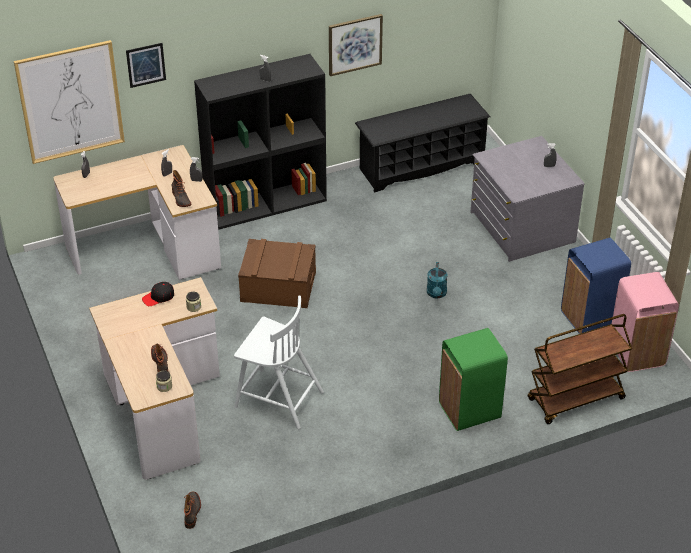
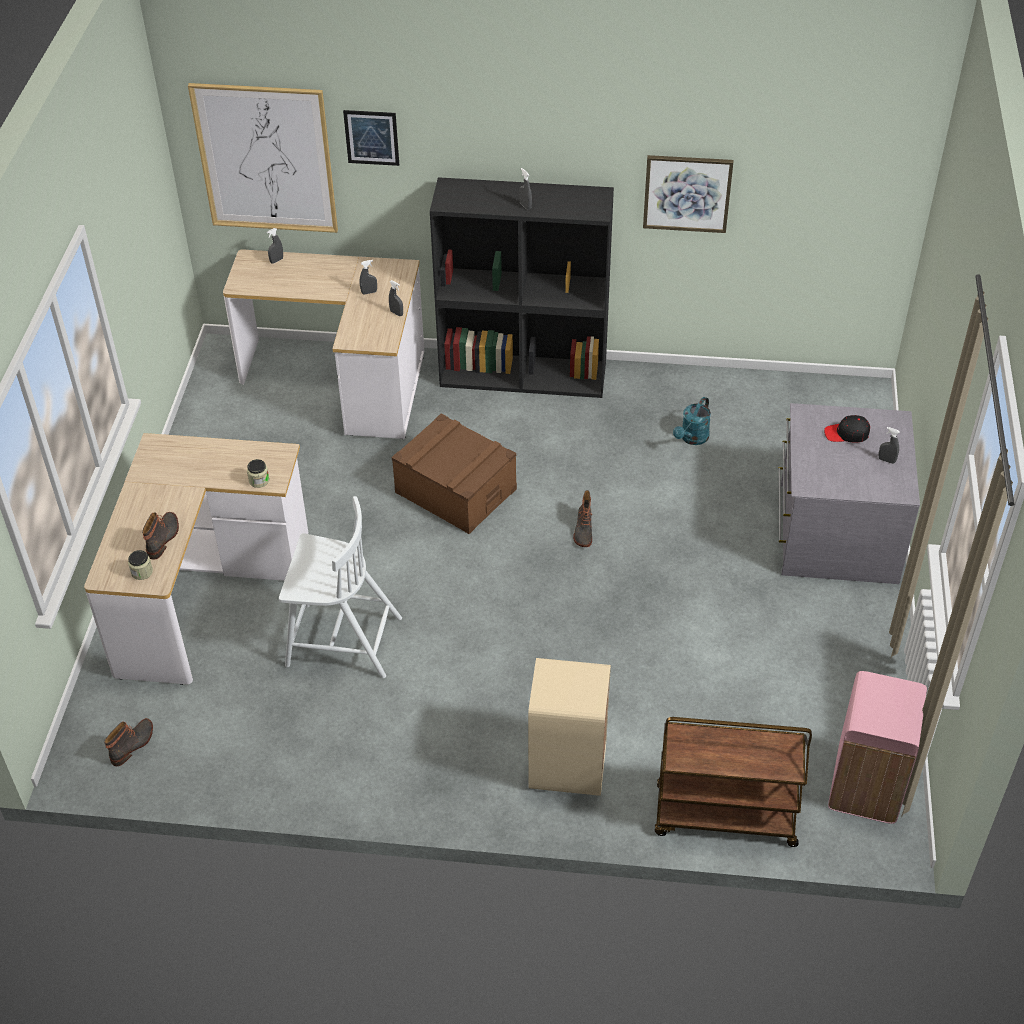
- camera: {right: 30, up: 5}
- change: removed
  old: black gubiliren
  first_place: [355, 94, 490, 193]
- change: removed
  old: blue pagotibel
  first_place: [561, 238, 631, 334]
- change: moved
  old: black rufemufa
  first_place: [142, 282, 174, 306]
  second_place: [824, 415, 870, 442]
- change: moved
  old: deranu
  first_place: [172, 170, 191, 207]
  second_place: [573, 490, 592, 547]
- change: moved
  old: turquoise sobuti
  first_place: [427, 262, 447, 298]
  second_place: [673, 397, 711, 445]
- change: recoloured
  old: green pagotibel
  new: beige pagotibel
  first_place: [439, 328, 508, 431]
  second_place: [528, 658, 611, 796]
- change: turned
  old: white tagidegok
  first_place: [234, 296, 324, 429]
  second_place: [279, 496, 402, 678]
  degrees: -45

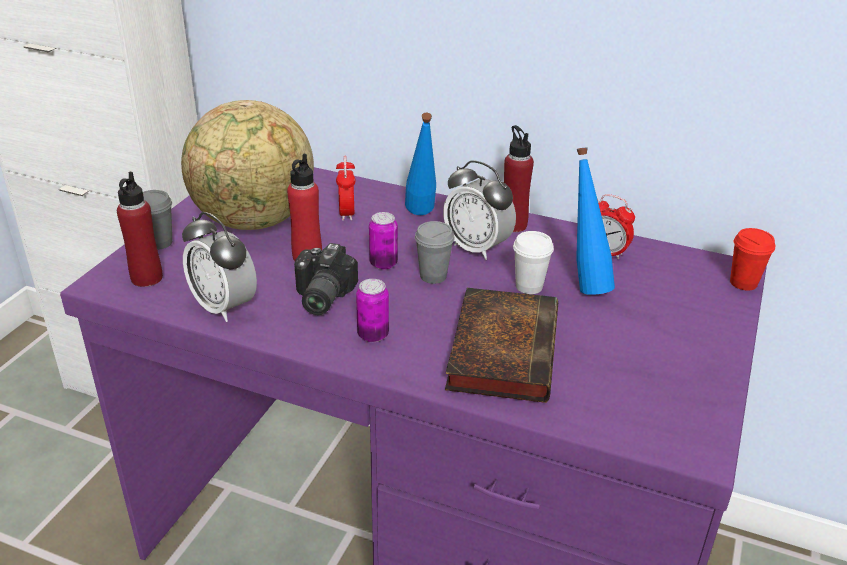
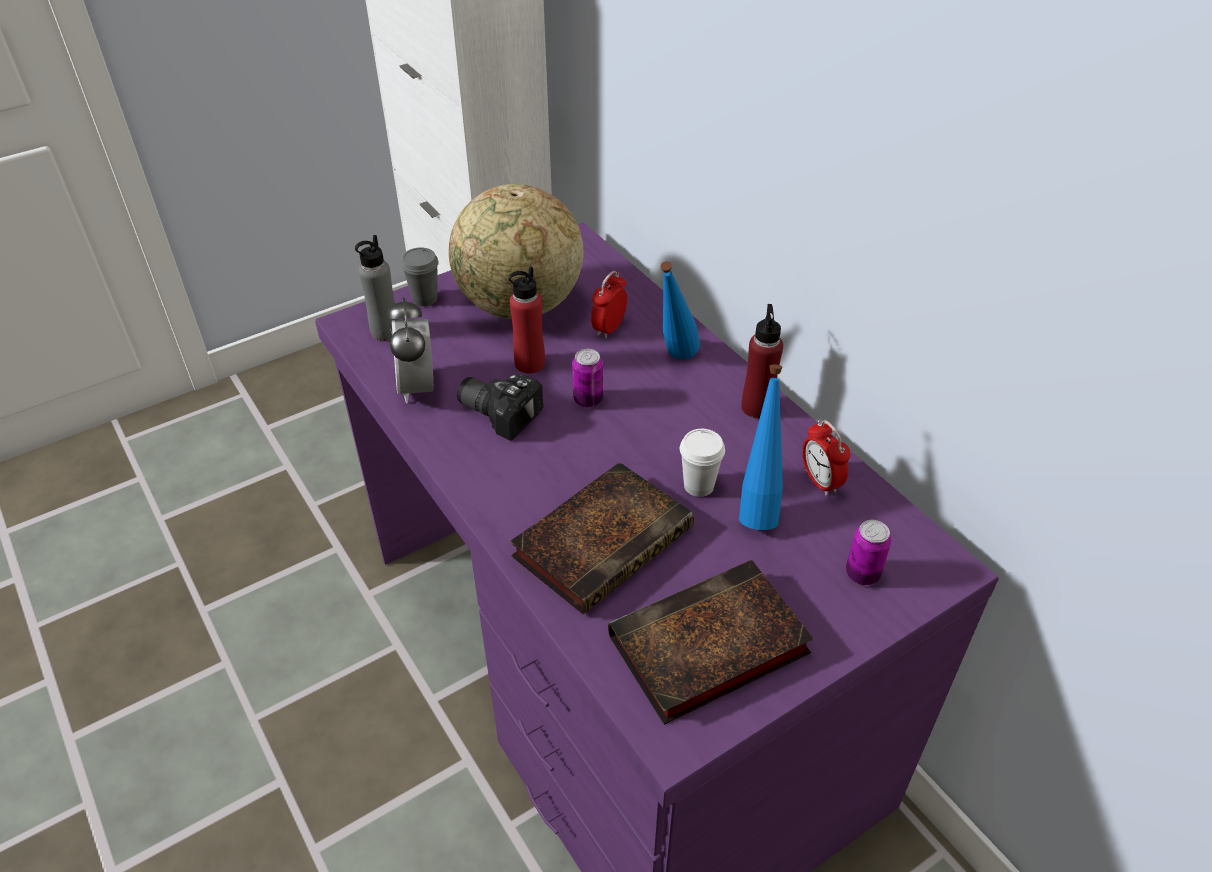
- camera: {right: 35, up: 10}
- change: removed
  old: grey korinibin
  first_place: [415, 221, 455, 284]
- change: removed
  old: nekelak
  first_place: [443, 160, 516, 260]
- change: removed
  old: red korinibin
  first_place: [730, 228, 775, 291]
- change: added
  new: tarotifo
  second_place: [608, 560, 814, 725]
- change: moved
  old: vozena
  first_place: [356, 279, 389, 342]
  second_place: [846, 520, 891, 585]
- change: recoloured
  old: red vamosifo
  new: grey vamosifo
  first_place: [117, 172, 163, 287]
  second_place: [355, 235, 399, 341]
- change: turned
  old: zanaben
  first_place: [294, 243, 358, 315]
  second_place: [457, 375, 543, 441]
  degrees: 75

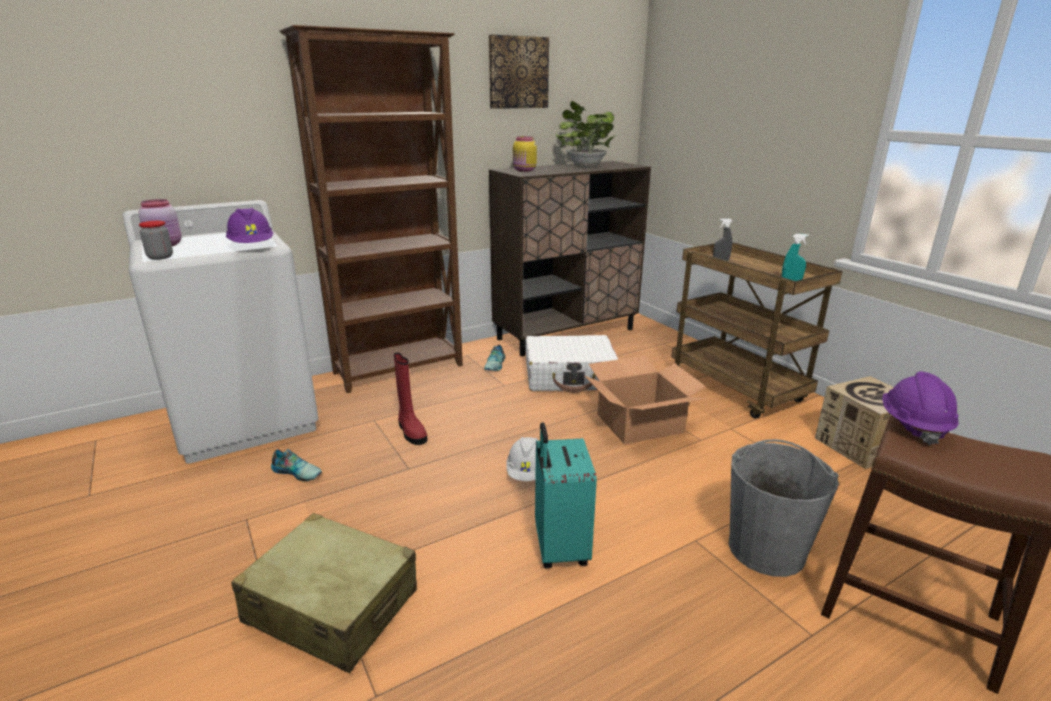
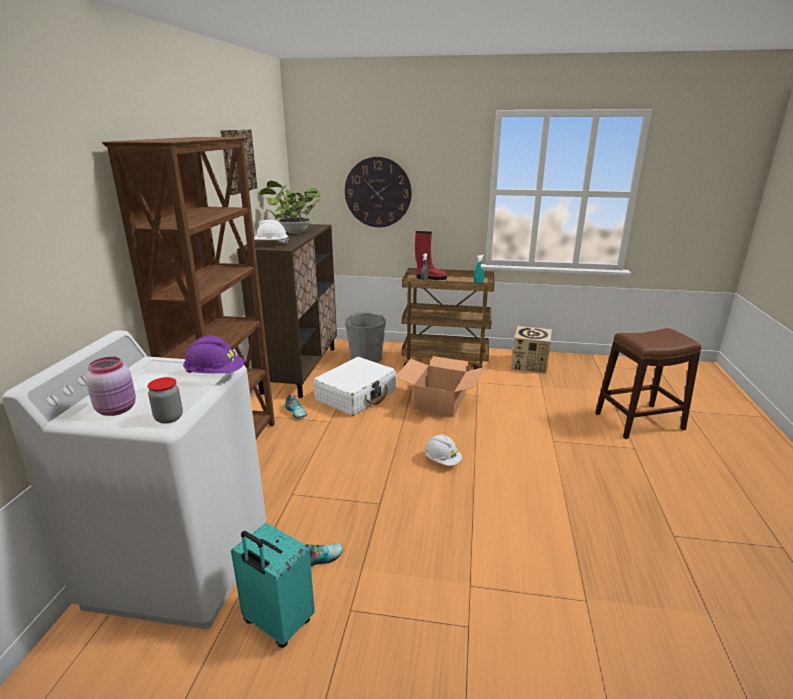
- camera: {right: -50, up: 0}
- change: removed
  old: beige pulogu
  first_place: [231, 513, 417, 673]
- change: removed
  old: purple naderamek
  first_place: [882, 371, 959, 445]
- change: added
  new: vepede
  second_place: [345, 157, 412, 227]
- change: moved
  old: red deranu
  first_place: [394, 353, 427, 445]
  second_place: [415, 231, 447, 280]
- change: moved
  old: turquoise pulogu
  first_place: [535, 422, 597, 568]
  second_place: [231, 523, 315, 648]
- change: moved
  old: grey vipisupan
  first_place: [729, 439, 839, 577]
  second_place: [345, 312, 386, 363]
- change: replaced
  old: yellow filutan
  new: white naderamek
  first_place: [513, 136, 537, 172]
  second_place: [254, 220, 289, 244]

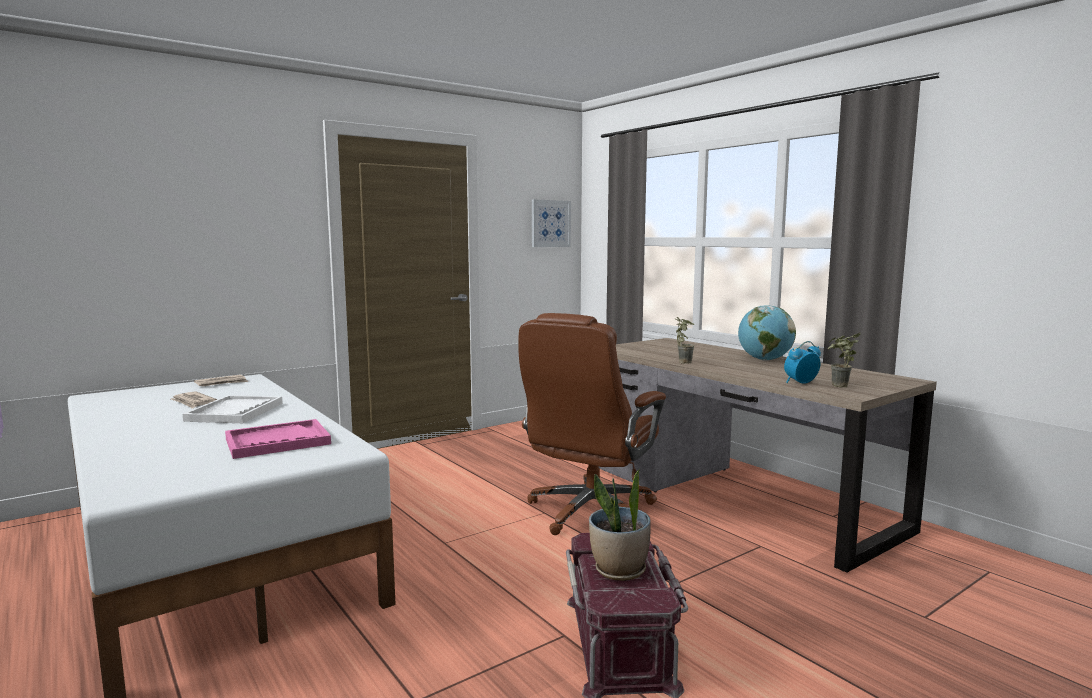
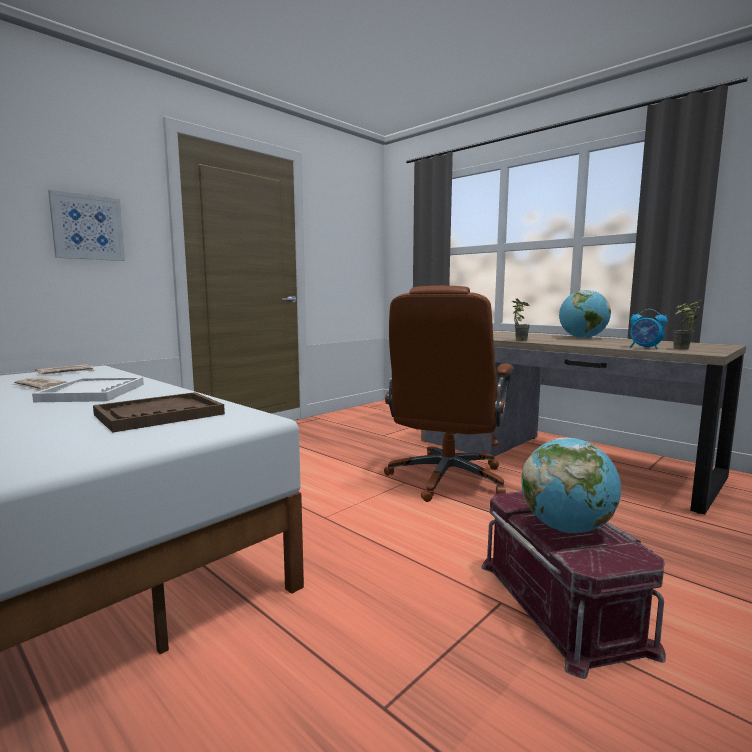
- camera: {right: -10, up: 0}
- change: moved
  old: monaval
  first_place: [532, 199, 571, 247]
  second_place: [48, 190, 125, 261]
- change: replaced
  old: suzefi
  new: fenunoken
  first_place: [589, 469, 651, 581]
  second_place: [521, 437, 621, 533]
- change: recoloured
  old: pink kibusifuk
  new: brown kibusifuk
  first_place: [225, 419, 331, 459]
  second_place: [93, 392, 225, 432]
- change: turned
  old: nekelak
  first_place: [784, 341, 821, 384]
  second_place: [630, 309, 668, 349]
  degrees: -105

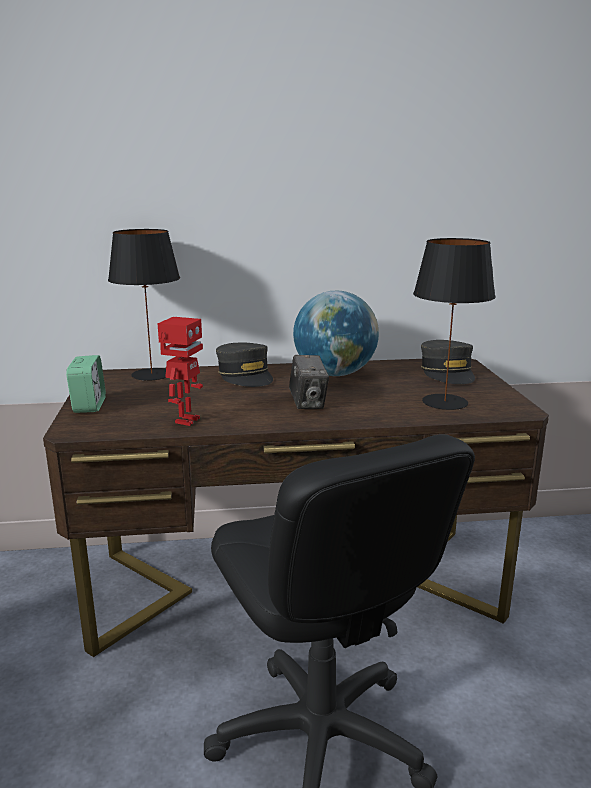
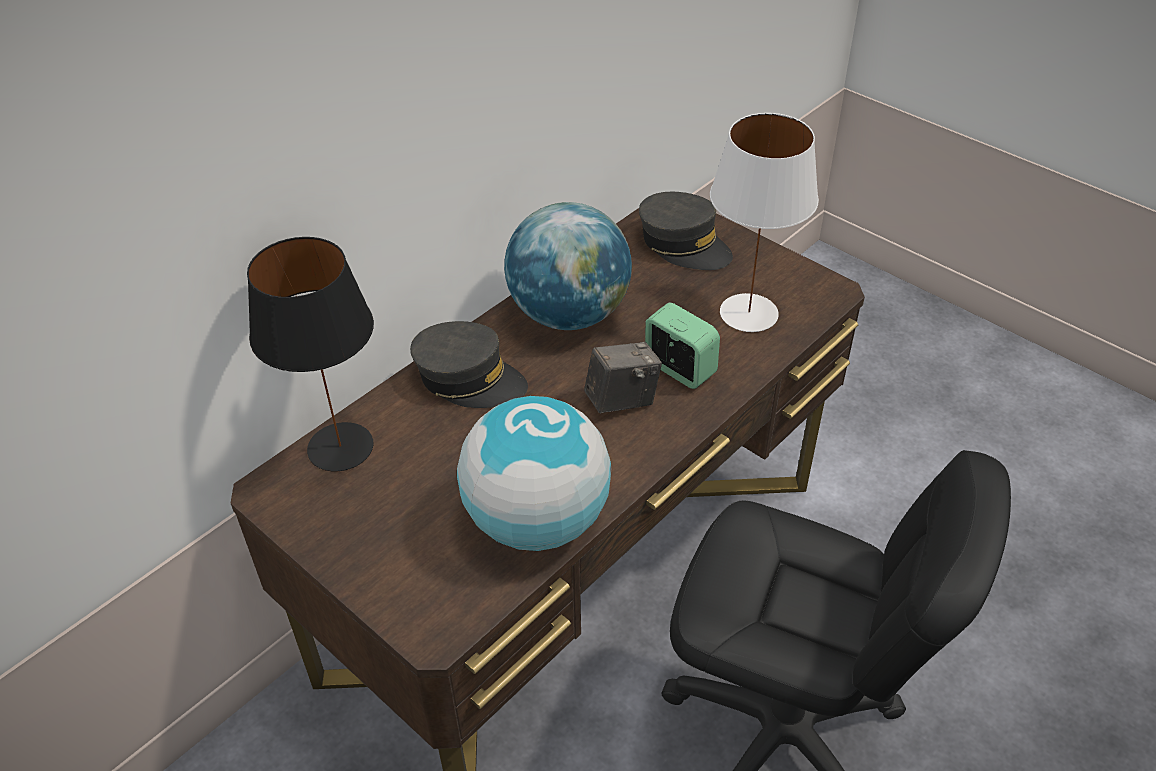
- camera: {right: -40, up: 25}
- change: moved
  old: nekelak
  first_place: [66, 355, 106, 413]
  second_place: [645, 303, 720, 389]
- change: replaced
  old: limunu
  new: fenunoken
  first_place: [157, 317, 203, 426]
  second_place: [457, 396, 611, 551]
- change: recoloured
  old: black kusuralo
  new: white kusuralo
  first_place: [413, 238, 496, 410]
  second_place: [710, 113, 819, 332]
- change: turned
  old: zanaben
  first_place: [289, 355, 329, 409]
  second_place: [584, 342, 662, 414]
  degrees: -60

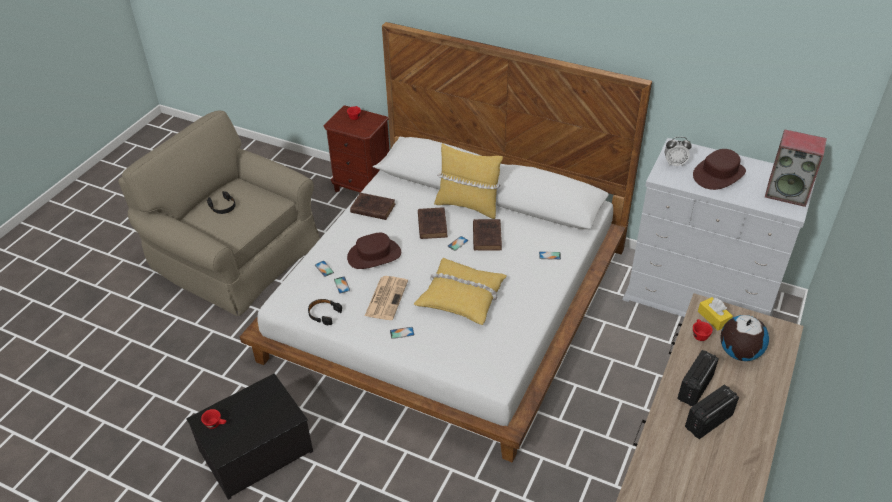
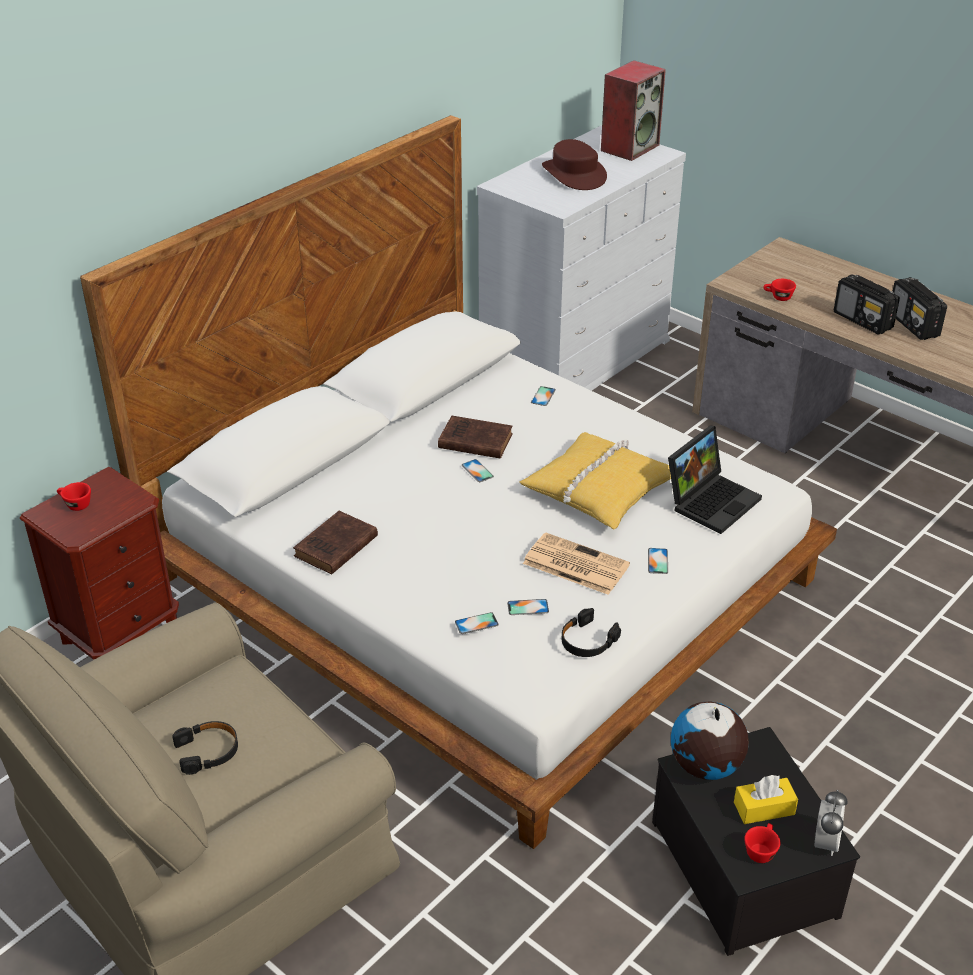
- camera: {right: -75, up: -5}
- change: removed
  old: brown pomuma
  first_place: [347, 233, 401, 269]
- change: removed
  old: brown tarotifo
  first_place: [418, 207, 448, 239]
- change: removed
  old: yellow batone
  first_place: [434, 143, 503, 219]
- change: added
  new: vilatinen
  second_place: [668, 425, 762, 534]
- change: moved
  old: nekelak
  first_place: [665, 137, 692, 167]
  second_place: [815, 790, 848, 856]
- change: moved
  old: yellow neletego
  first_place: [698, 297, 733, 330]
  second_place: [734, 775, 798, 824]
- change: moved
  old: fenunoken
  first_place: [720, 315, 769, 361]
  second_place: [671, 702, 749, 780]

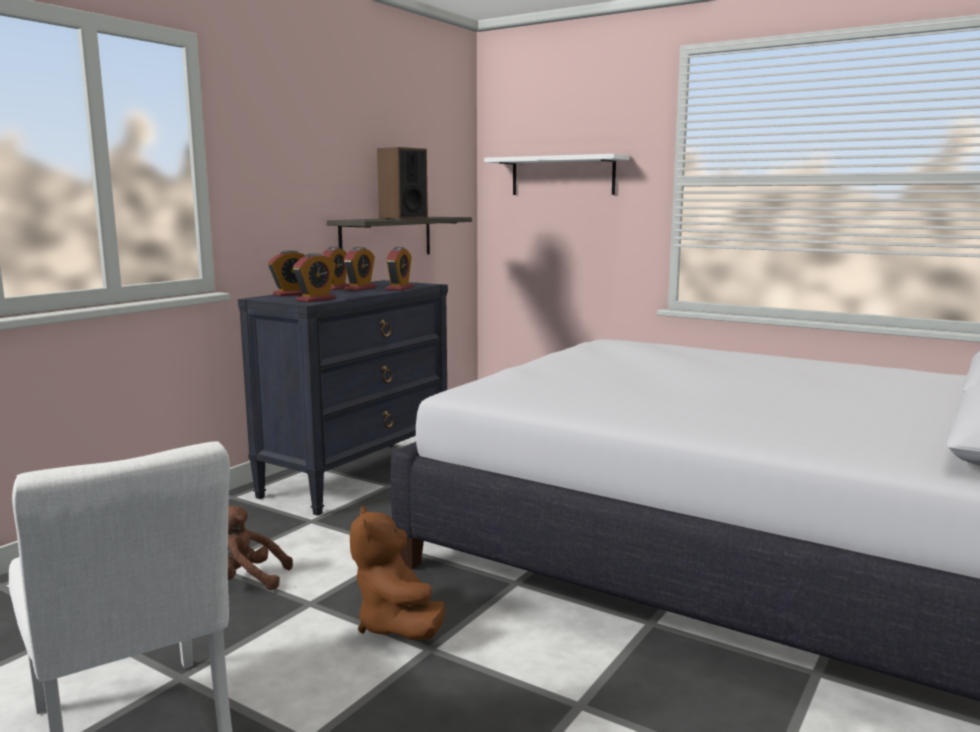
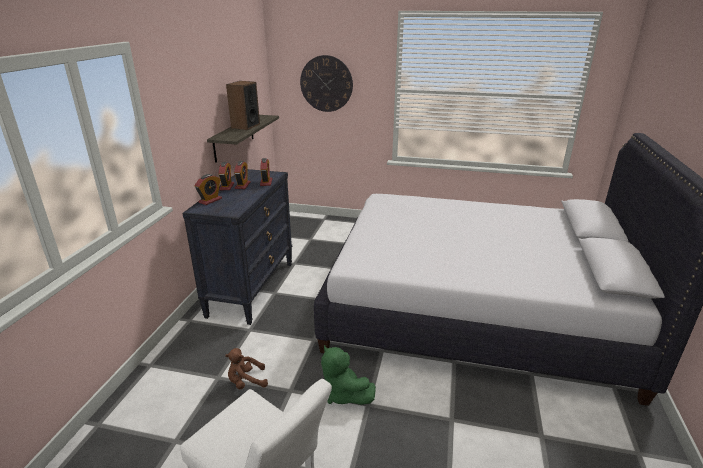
- camera: {right: -20, up: 15}
- change: removed
  old: nekelak
  first_place: [293, 253, 336, 302]
- change: replaced
  old: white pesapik
  new: vepede
  first_place: [484, 154, 630, 195]
  second_place: [300, 55, 353, 112]
- change: recoloured
  old: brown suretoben
  new: green suretoben
  first_place: [350, 505, 446, 640]
  second_place: [321, 345, 376, 405]

